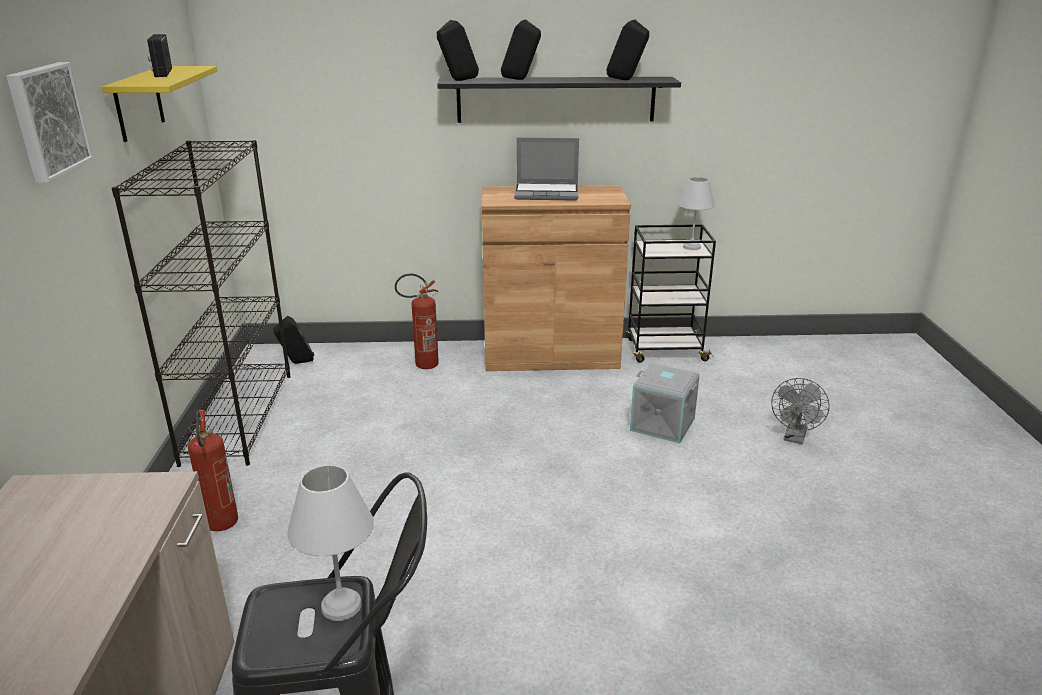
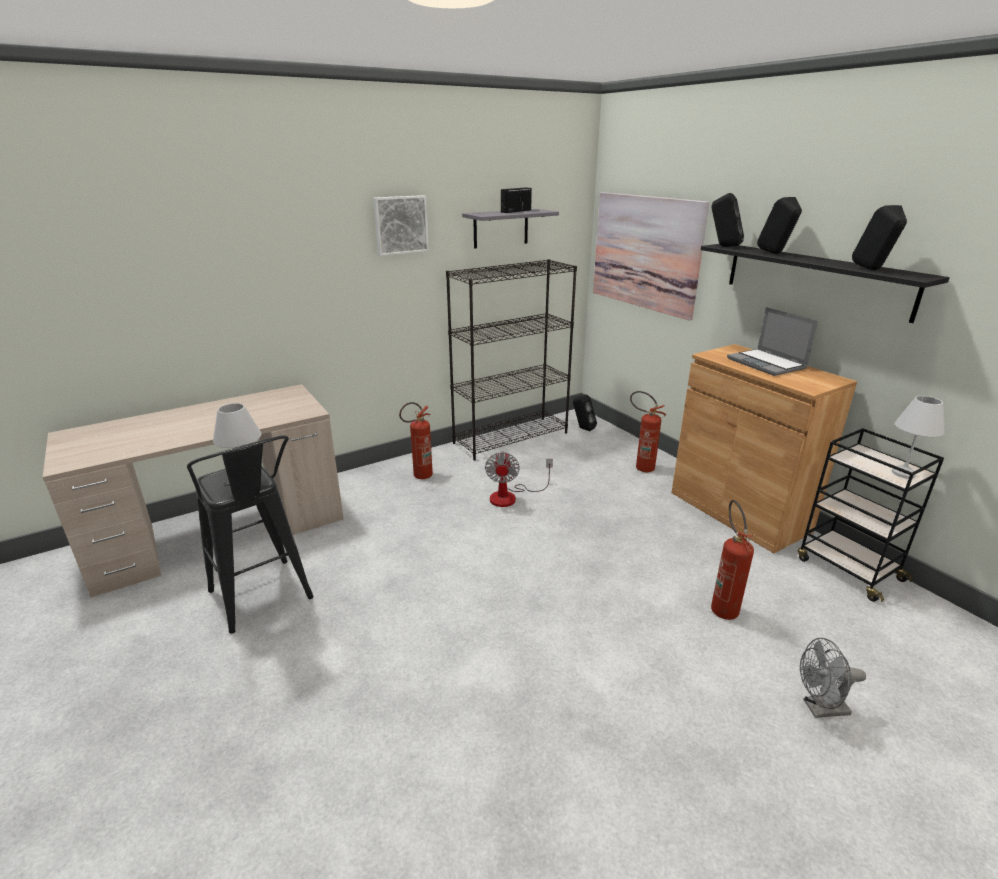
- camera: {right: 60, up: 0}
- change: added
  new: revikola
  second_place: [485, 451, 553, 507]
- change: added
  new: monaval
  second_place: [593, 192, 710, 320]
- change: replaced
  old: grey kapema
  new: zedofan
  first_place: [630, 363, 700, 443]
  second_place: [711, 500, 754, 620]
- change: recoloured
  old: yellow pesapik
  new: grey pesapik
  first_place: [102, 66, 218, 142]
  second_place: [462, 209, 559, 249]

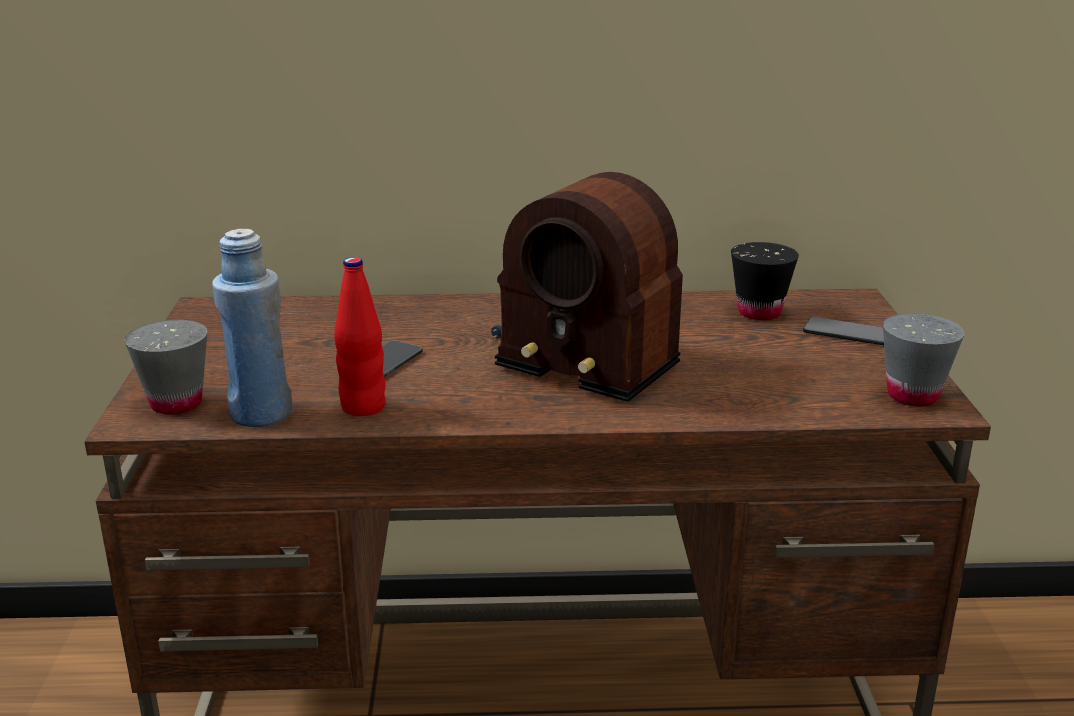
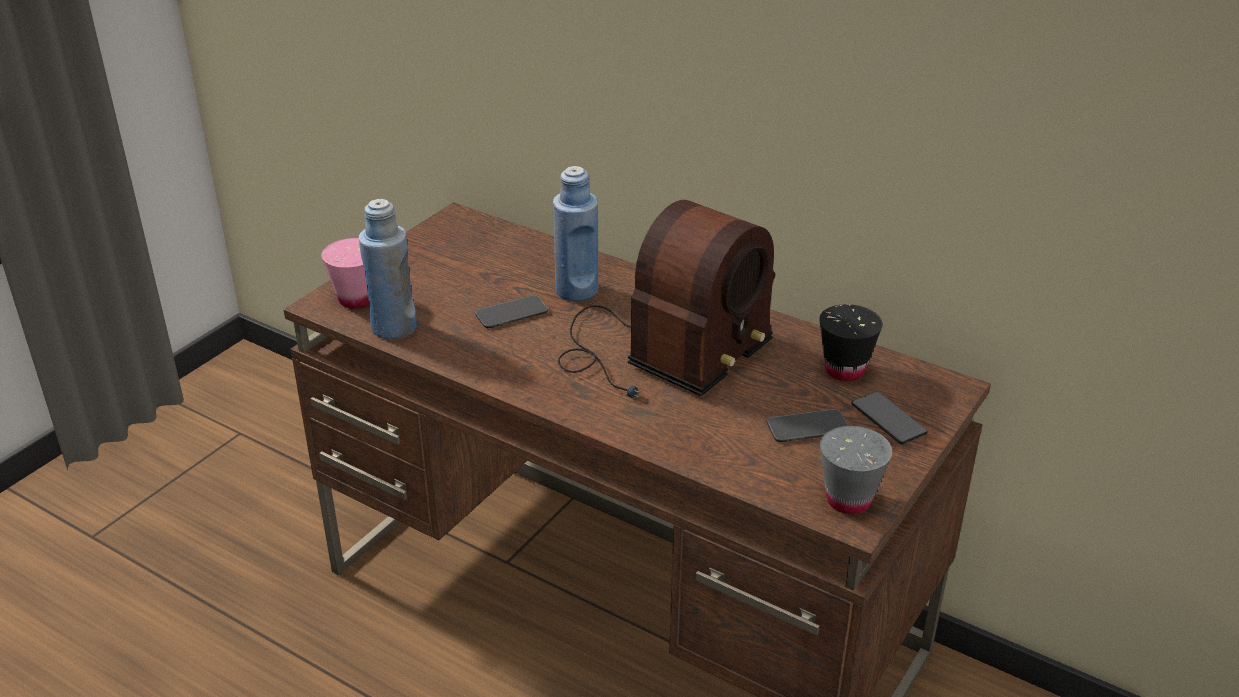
- camera: {right: 35, up: 10}
- change: removed
  old: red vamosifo
  first_place: [334, 257, 386, 416]
- change: added
  new: blue vamosifo
  second_place: [553, 166, 598, 301]
- change: added
  new: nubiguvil
  second_place: [767, 409, 849, 442]
- change: recoloured
  old: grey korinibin
  new: pink korinibin
  first_place: [124, 320, 208, 414]
  second_place: [321, 238, 369, 309]
- change: turned
  old: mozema
  first_place: [491, 172, 683, 402]
  second_place: [558, 200, 775, 398]
  degrees: -120

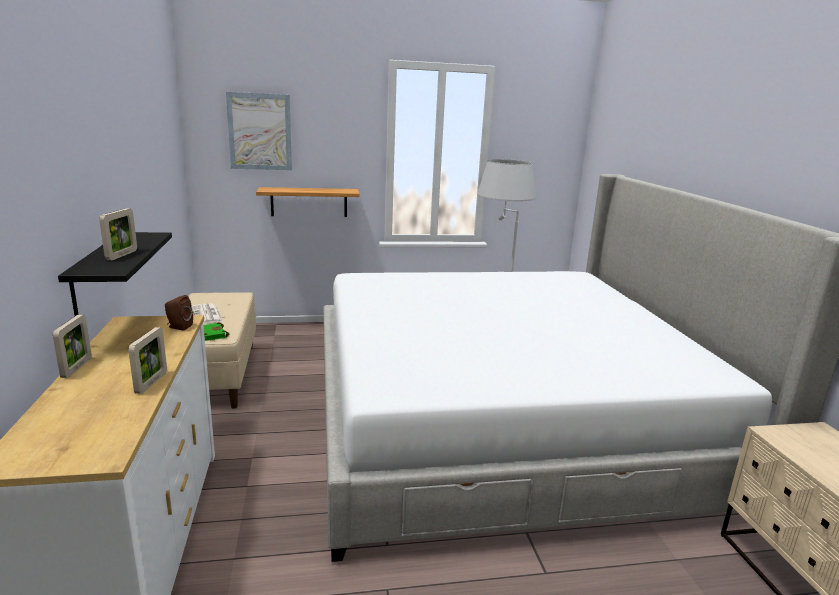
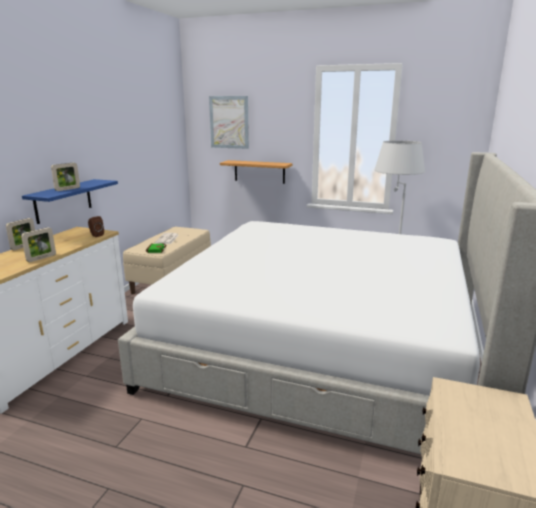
- camera: {right: 30, up: 0}
- change: recoloured
  old: black pesapik
  new: blue pesapik
  first_place: [58, 232, 172, 316]
  second_place: [22, 179, 118, 224]

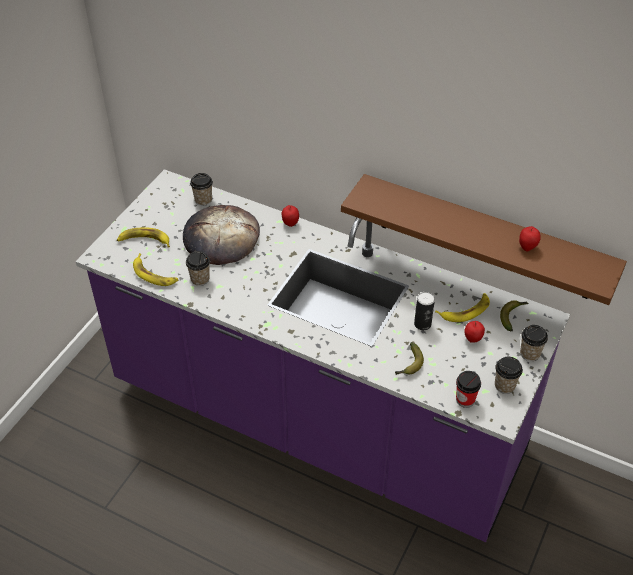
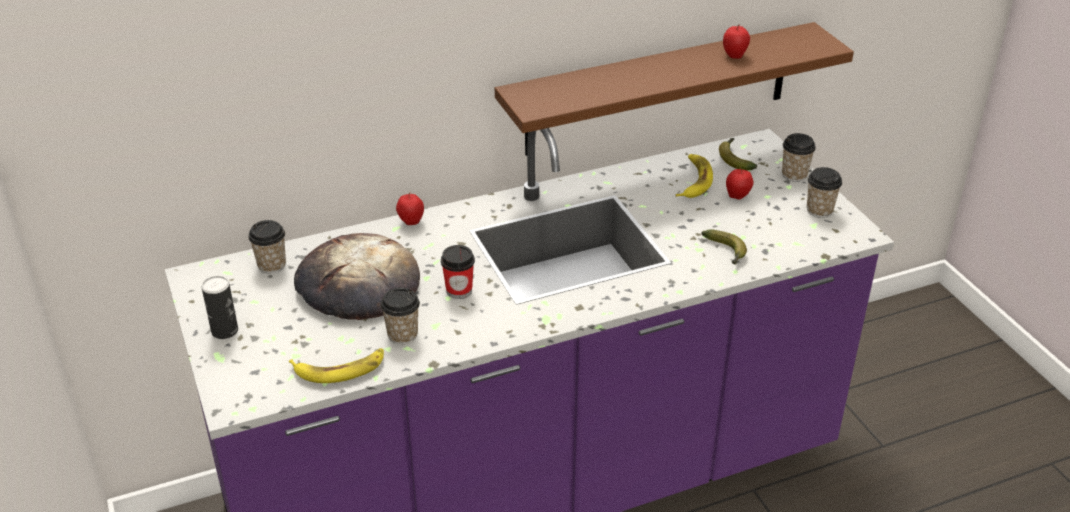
- camera: {right: -50, up: -10}
- change: removed
  old: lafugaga
  first_place: [117, 227, 170, 247]
- change: moved
  old: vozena
  first_place: [414, 292, 435, 330]
  second_place: [202, 276, 238, 339]
- change: moved
  old: korinibin
  first_place: [456, 371, 481, 408]
  second_place: [441, 245, 475, 299]

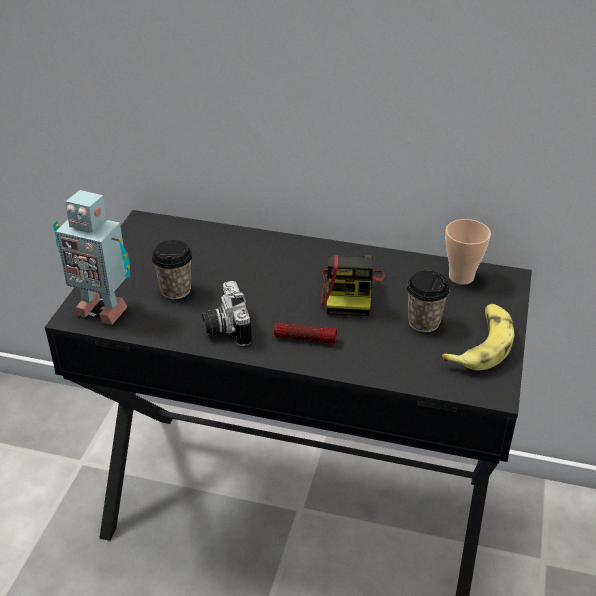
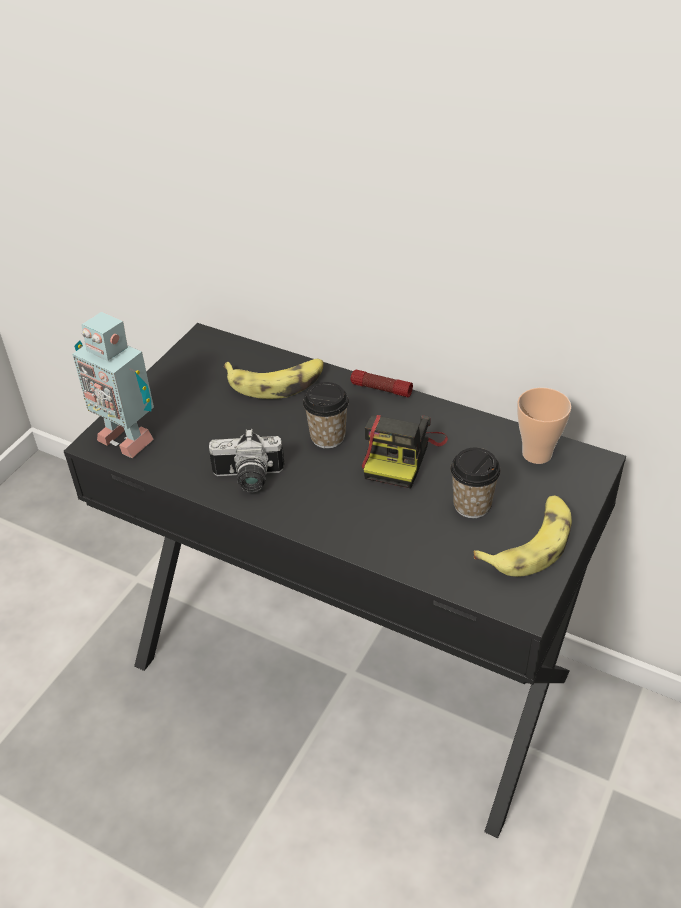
- camera: {right: 15, up: 5}
- change: added
  new: lafugaga
  second_place: [224, 359, 324, 399]
- change: moved
  old: korinibin
  first_place: [152, 240, 192, 299]
  second_place: [303, 382, 349, 449]
- change: moved
  old: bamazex
  first_place: [274, 322, 337, 343]
  second_place: [351, 370, 413, 397]
- change: turned
  old: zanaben
  first_place: [202, 281, 252, 346]
  second_place: [209, 429, 285, 493]
  degrees: -90

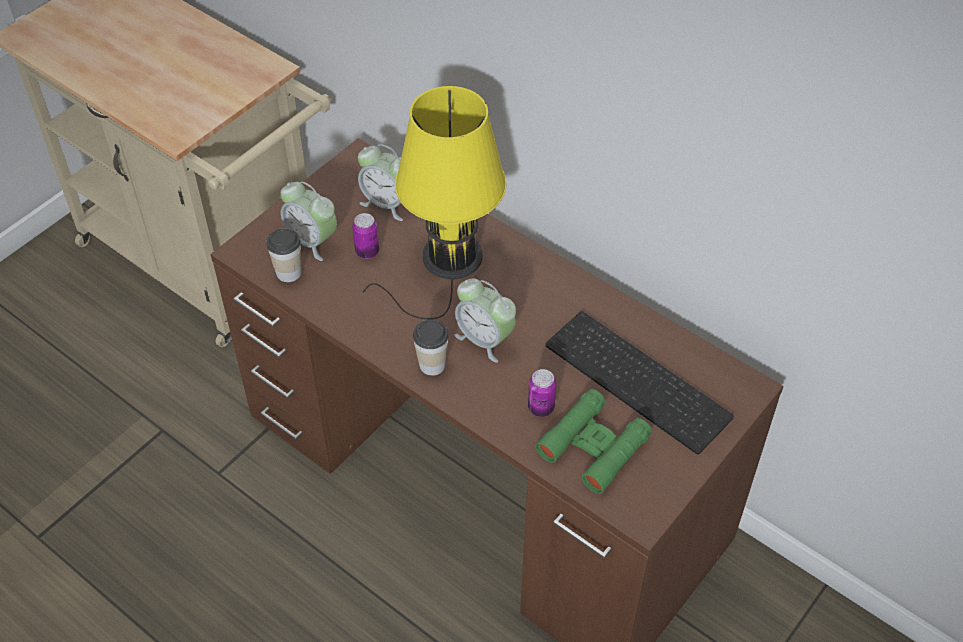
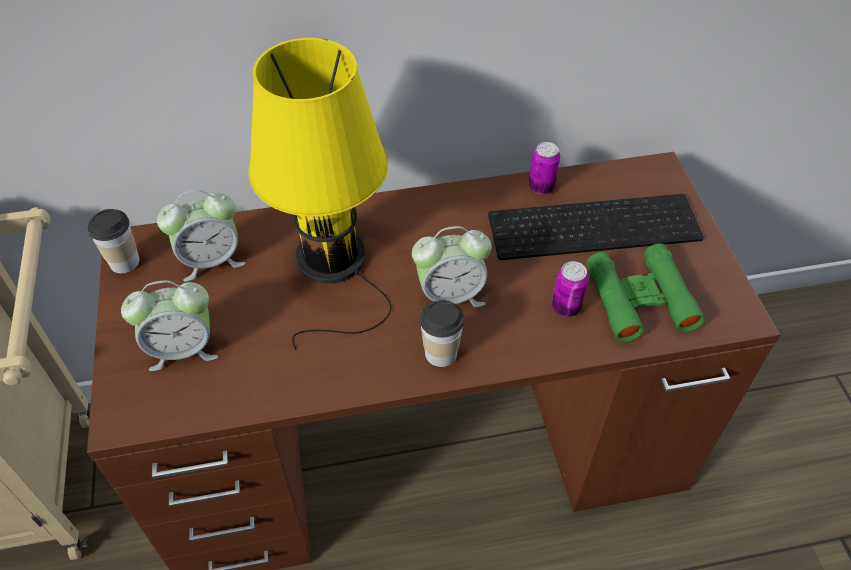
- camera: {right: -50, up: 0}
- change: moved
  old: korinibin
  first_place: [266, 228, 302, 282]
  second_place: [88, 209, 140, 273]
- change: moved
  old: vozena
  first_place: [352, 213, 379, 259]
  second_place: [529, 142, 560, 194]

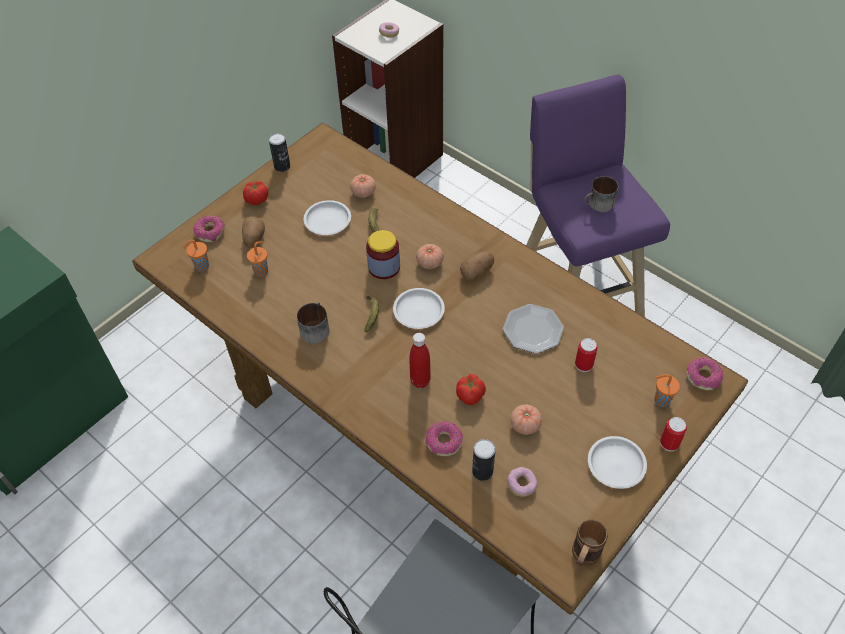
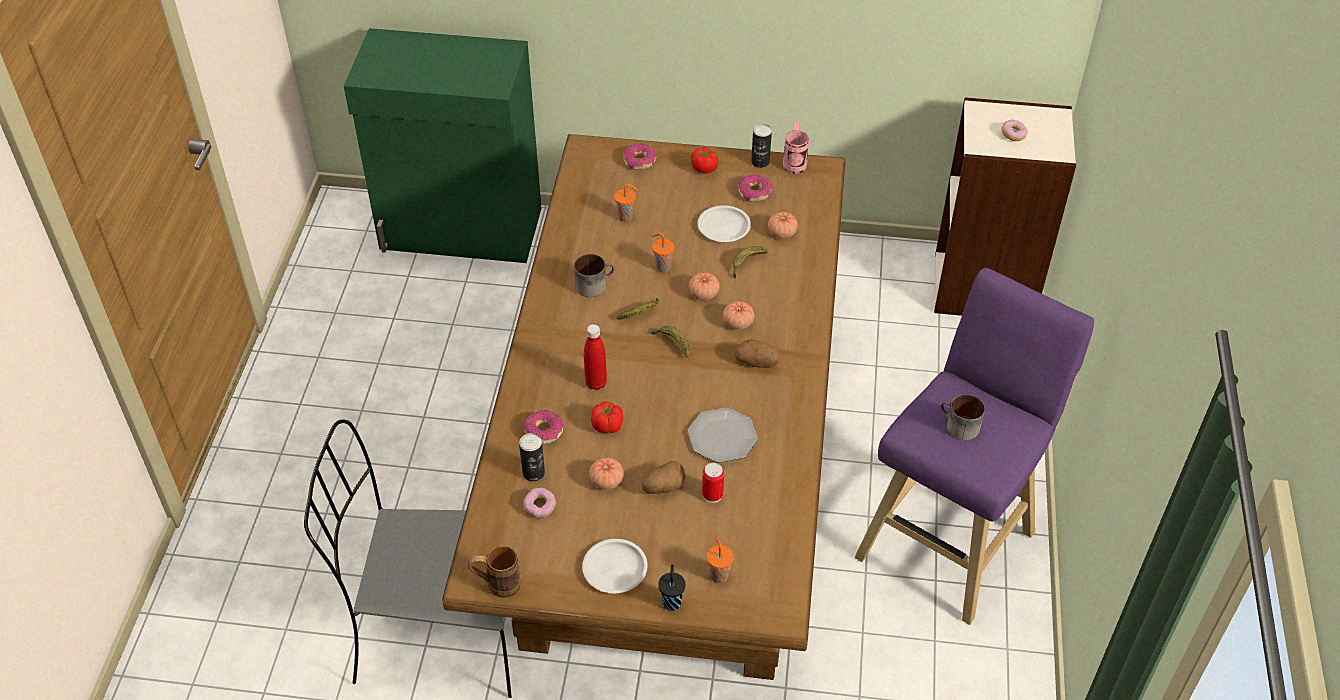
- camera: {right: 55, up: -5}
- change: added
  new: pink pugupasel
  second_place: [783, 122, 809, 174]
- change: moved
  old: orange korinibin
  first_place: [183, 240, 209, 272]
  second_place: [652, 233, 675, 273]
- change: moved
  old: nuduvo
  first_place: [242, 216, 265, 248]
  second_place: [642, 461, 686, 494]
- change: moved
  old: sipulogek
  first_place: [686, 357, 723, 391]
  second_place: [738, 174, 773, 202]
- change: replaced
  old: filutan
  new: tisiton
  first_place: [366, 230, 400, 279]
  second_place: [689, 272, 720, 300]
- change: replaced
  old: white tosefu
  new: lafugaga
  first_place: [393, 288, 445, 329]
  second_place: [651, 326, 690, 358]
- change: replaced
  old: vozena
  new: black korinibin
  first_place: [660, 417, 687, 452]
  second_place: [658, 564, 686, 611]

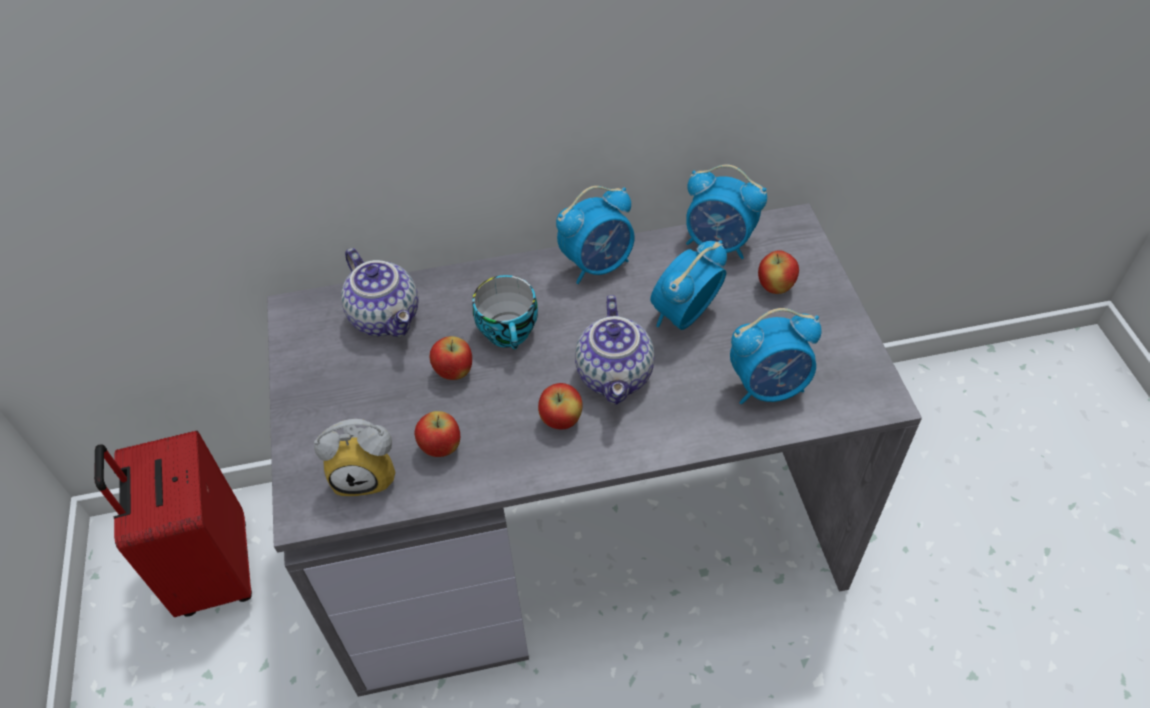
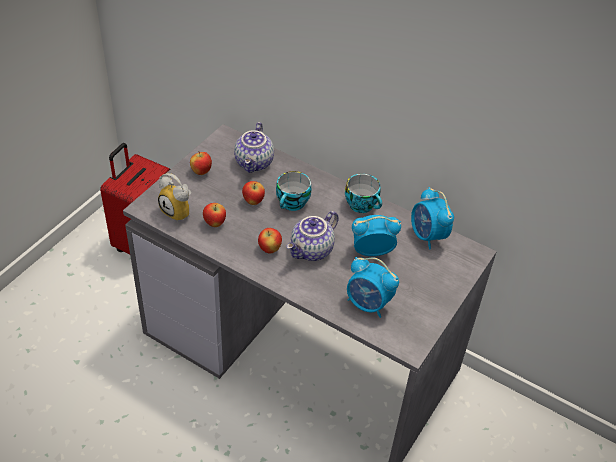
- camera: {right: 40, up: -5}
- change: moved
  old: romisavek
  first_place: [758, 250, 799, 294]
  second_place: [190, 151, 212, 175]
- change: replaced
  old: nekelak
  new: korinibin
  first_place: [556, 186, 634, 284]
  second_place: [345, 174, 382, 213]

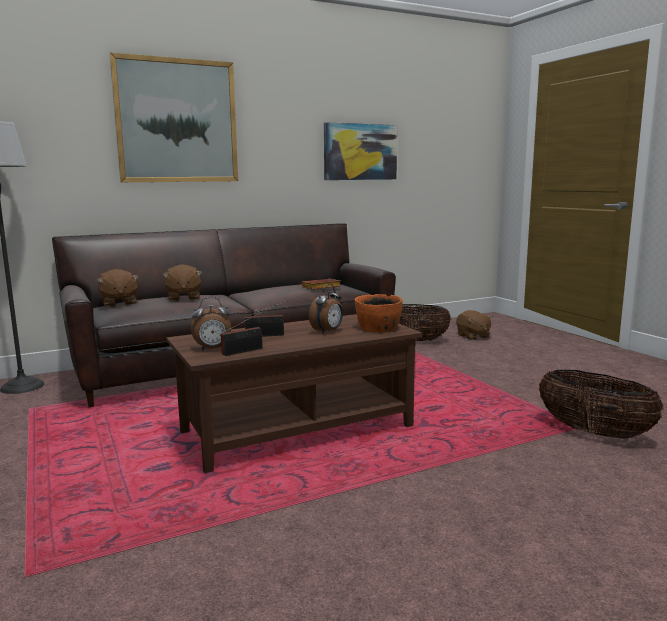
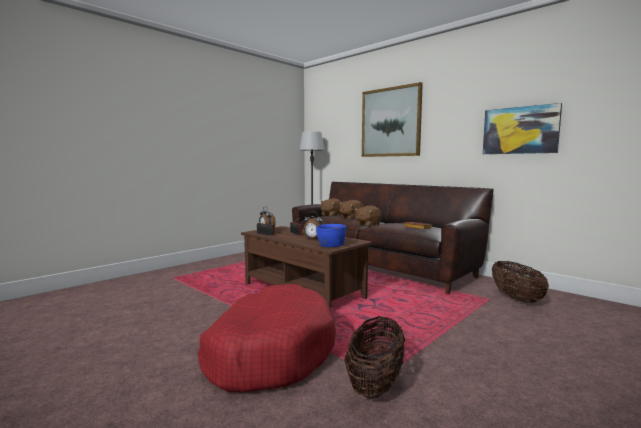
- camera: {right: 70, up: -5}
- change: added
  new: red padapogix
  second_place: [198, 284, 336, 392]
- change: moved
  old: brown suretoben
  first_place: [456, 310, 492, 340]
  second_place: [355, 206, 382, 227]
- change: recoloured
  old: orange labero
  new: blue labero
  first_place: [355, 294, 403, 333]
  second_place: [316, 224, 346, 247]

